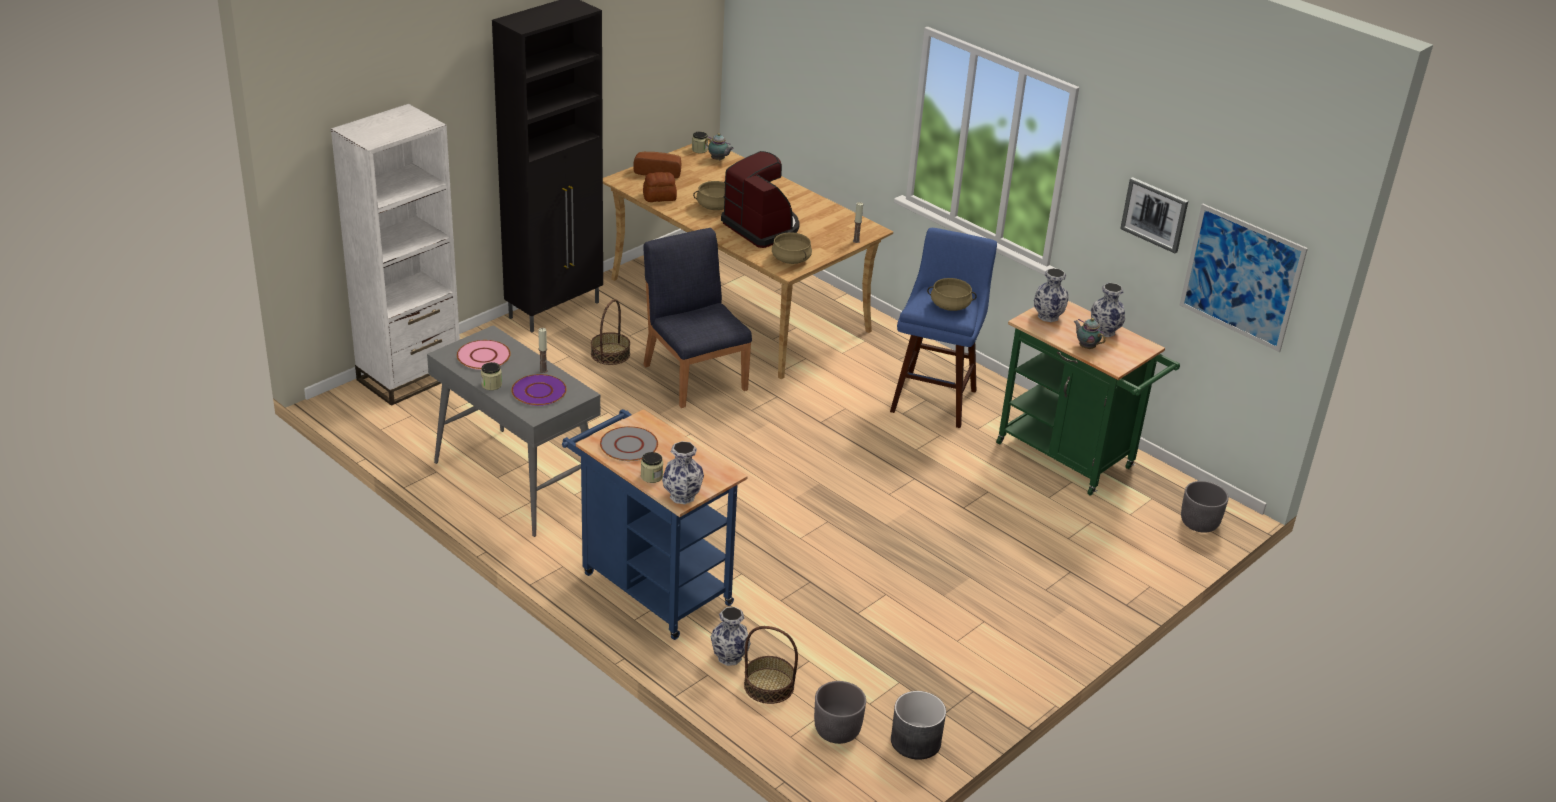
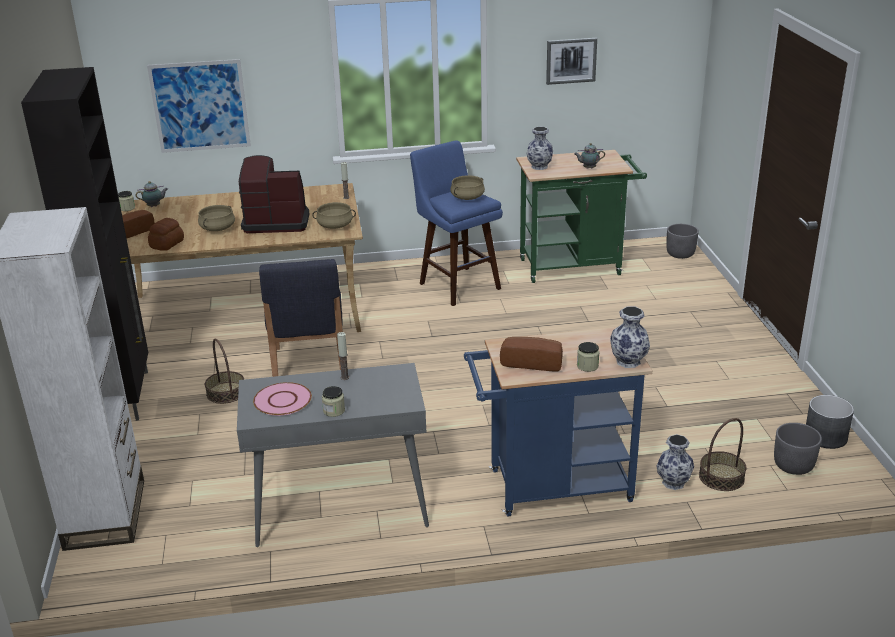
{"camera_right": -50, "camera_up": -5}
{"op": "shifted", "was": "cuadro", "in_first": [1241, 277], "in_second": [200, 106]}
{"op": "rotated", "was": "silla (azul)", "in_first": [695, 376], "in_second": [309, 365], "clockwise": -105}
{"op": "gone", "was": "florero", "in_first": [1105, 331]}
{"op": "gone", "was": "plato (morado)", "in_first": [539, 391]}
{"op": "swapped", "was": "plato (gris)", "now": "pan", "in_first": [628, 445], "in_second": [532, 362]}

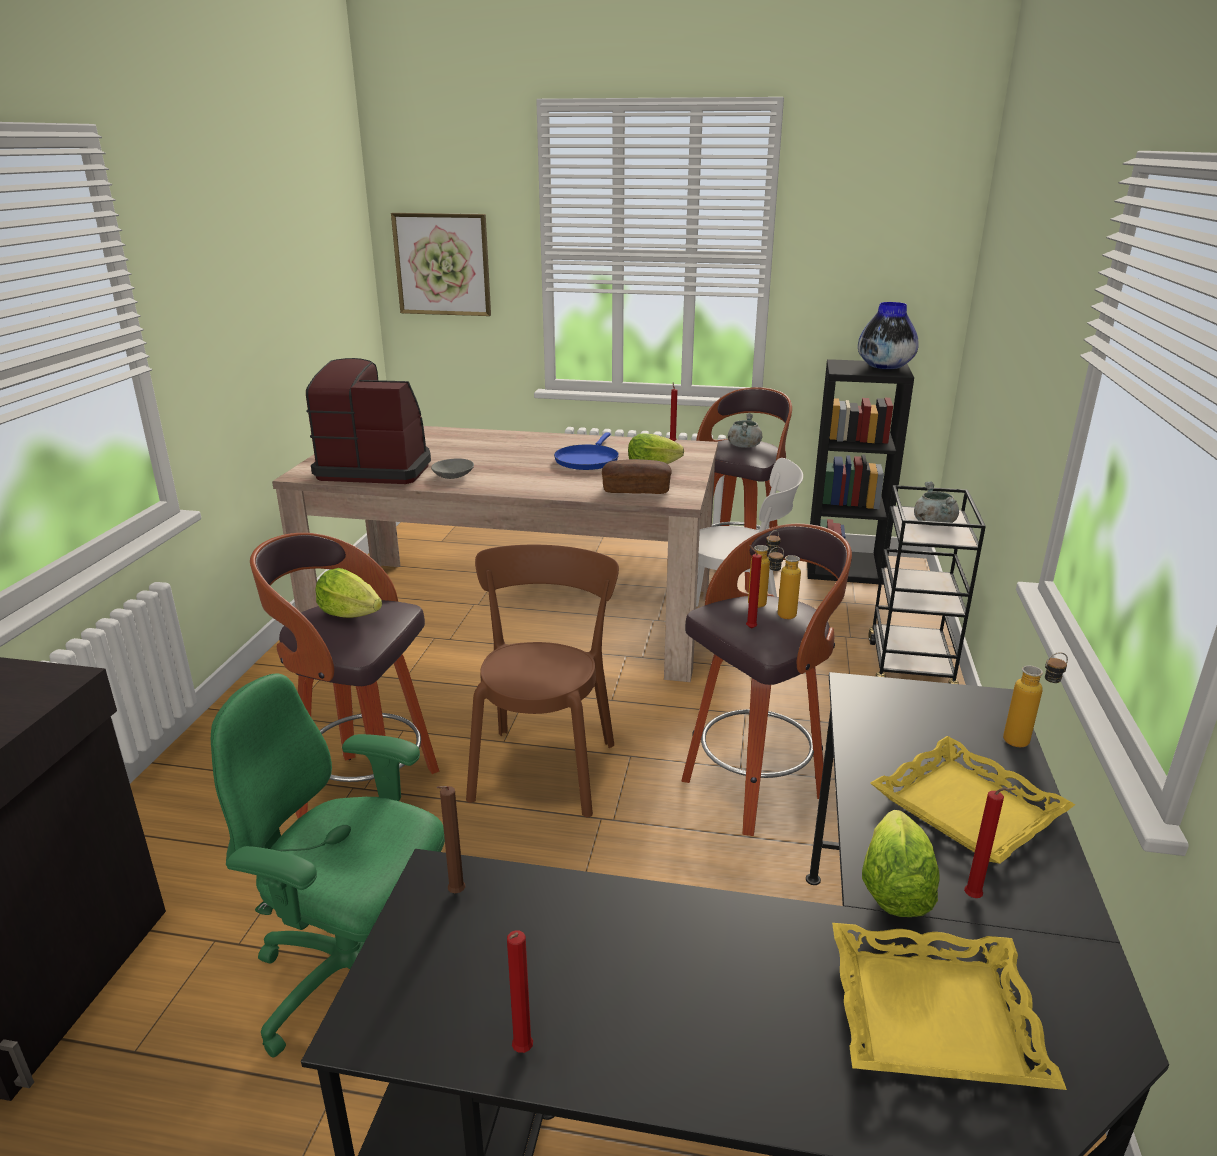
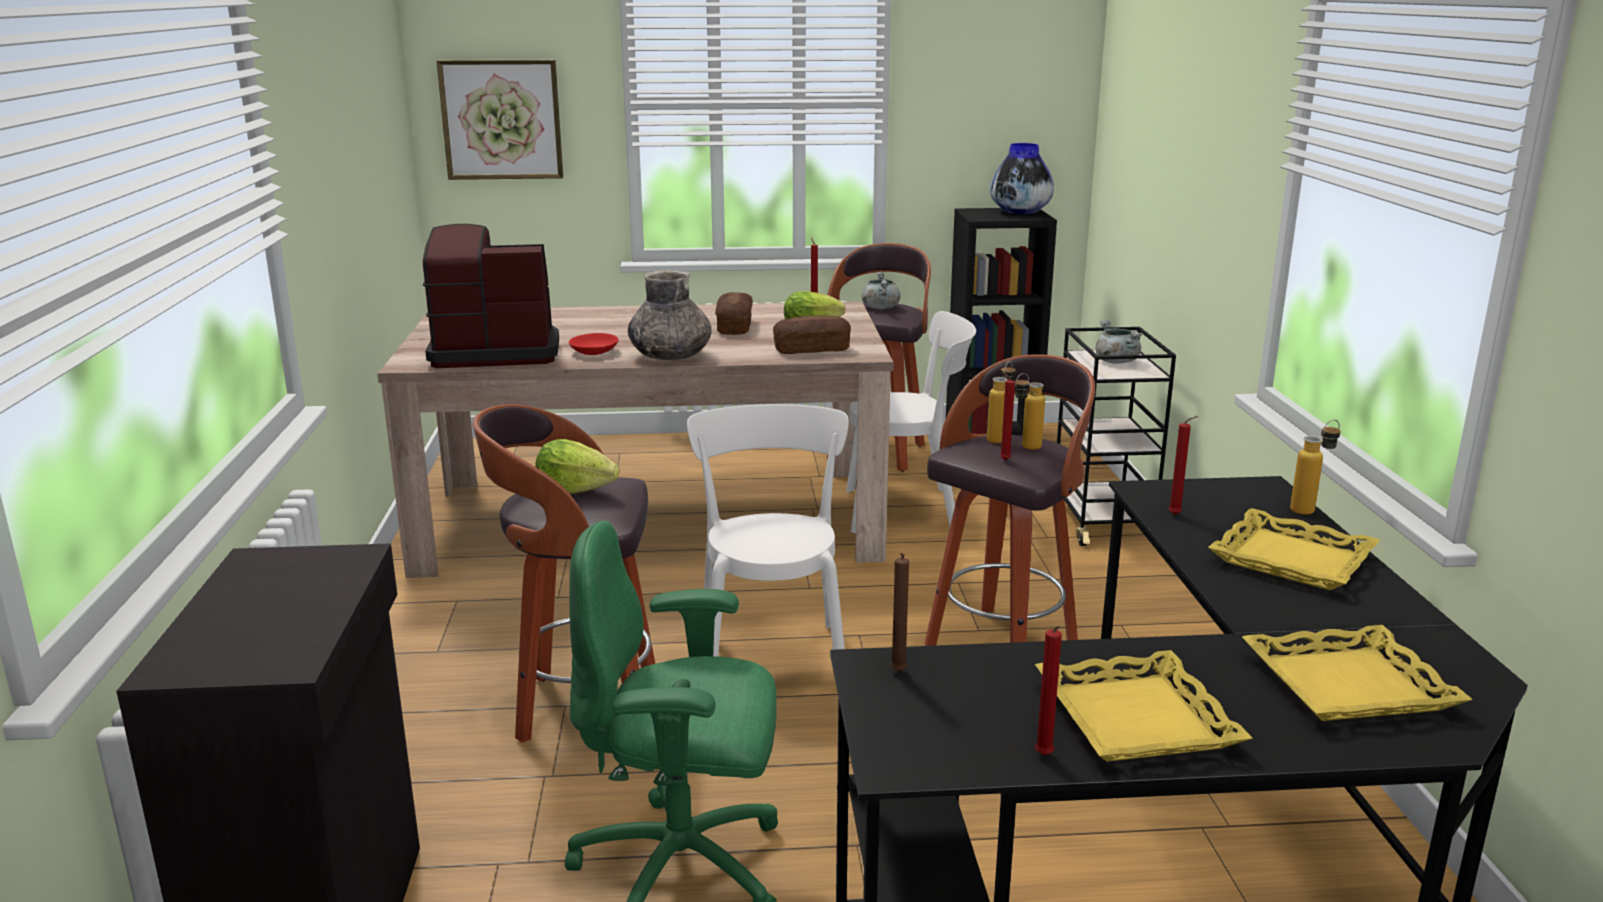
{"camera_right": -15, "camera_up": -5}
{"op": "swapped", "was": "sartén (azul)", "now": "pan", "in_first": [587, 460], "in_second": [734, 327]}
{"op": "repainted", "was": "cuenco (gris)", "now": "cuenco (rojo)", "in_first": [453, 476], "in_second": [594, 352]}
{"op": "repainted", "was": "silla (marrón)", "now": "silla (blanco)", "in_first": [545, 766], "in_second": [772, 656]}
{"op": "shifted", "was": "vela (rojo)", "in_first": [975, 899], "in_second": [1176, 515]}
{"op": "gone", "was": "lechuga", "in_first": [894, 889]}
{"op": "new", "now": "florero (gris)", "in_second": [670, 356]}
{"op": "new", "now": "bandeja (amarillo)", "in_second": [1137, 718]}

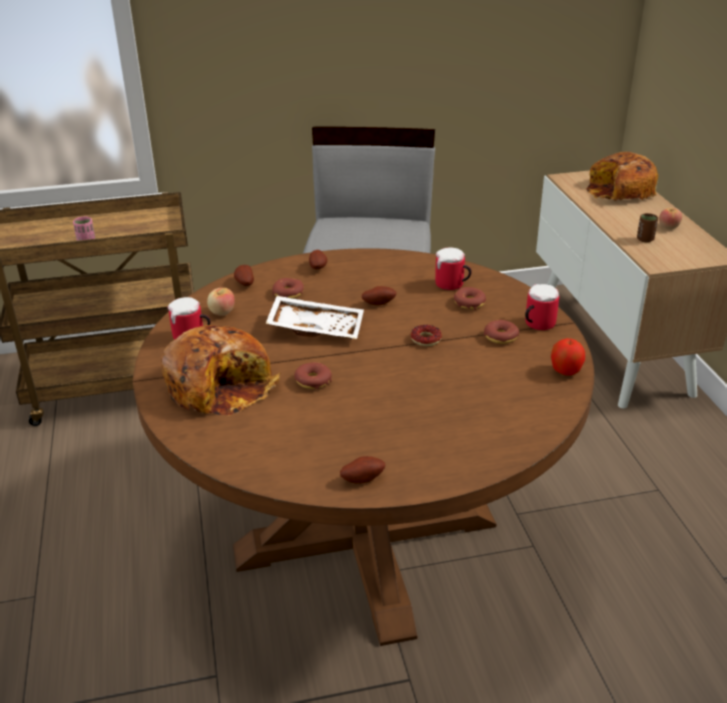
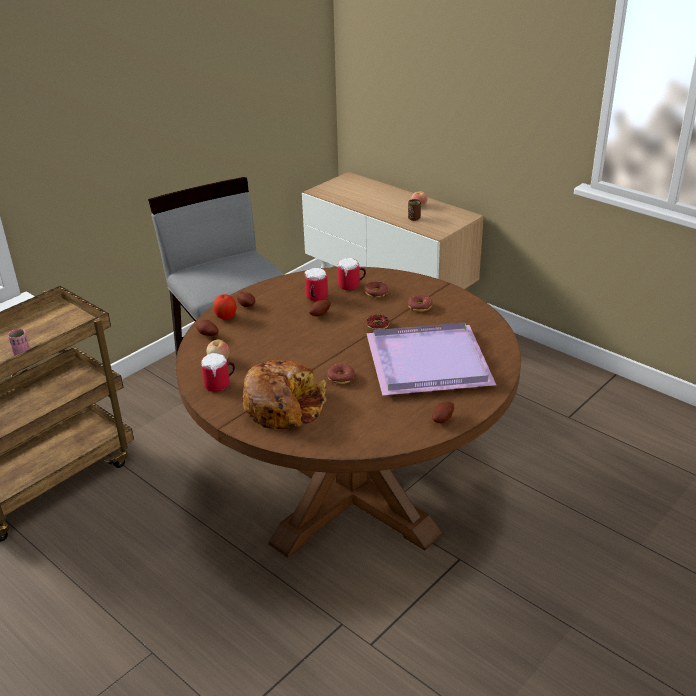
{"camera_right": -35, "camera_up": 0}
{"op": "gone", "was": "pan", "in_first": [619, 191]}
{"op": "gone", "was": "rosquilla", "in_first": [288, 293]}
{"op": "shifted", "was": "taza grande", "in_first": [536, 324], "in_second": [315, 297]}
{"op": "gone", "was": "bandeja (blanco)", "in_first": [316, 327]}
{"op": "shifted", "was": "manzana", "in_first": [566, 371], "in_second": [226, 317]}
{"op": "new", "now": "bandeja (morado)", "in_second": [429, 361]}

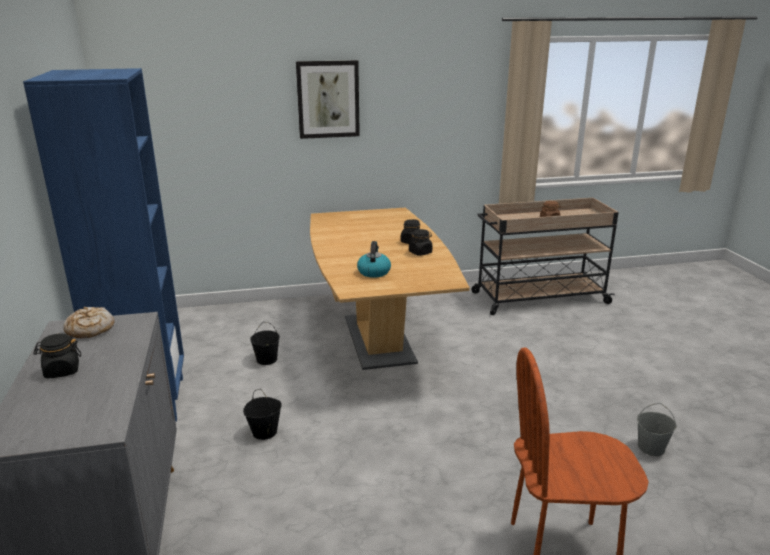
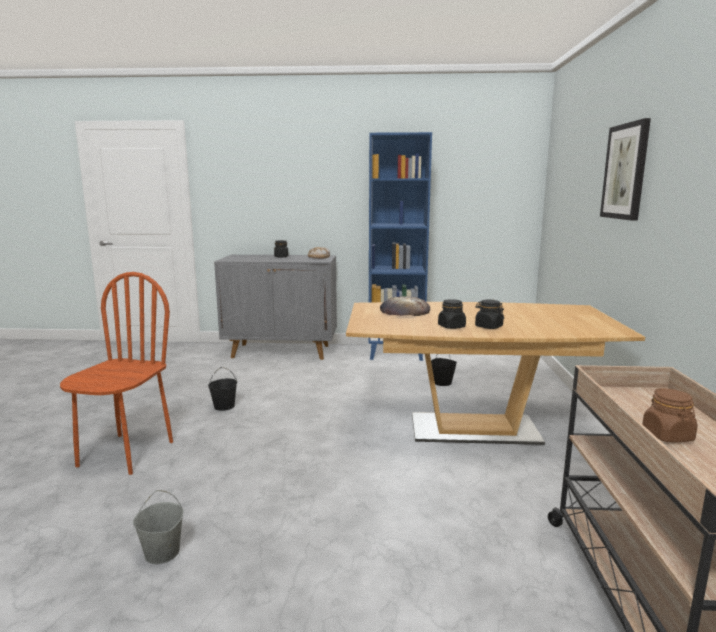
{"camera_right": 105, "camera_up": -10}
{"op": "swapped", "was": "hervidor", "now": "pan", "in_first": [373, 272], "in_second": [404, 311]}
{"op": "shifted", "was": "cubo (negro)", "in_first": [264, 432], "in_second": [224, 406]}

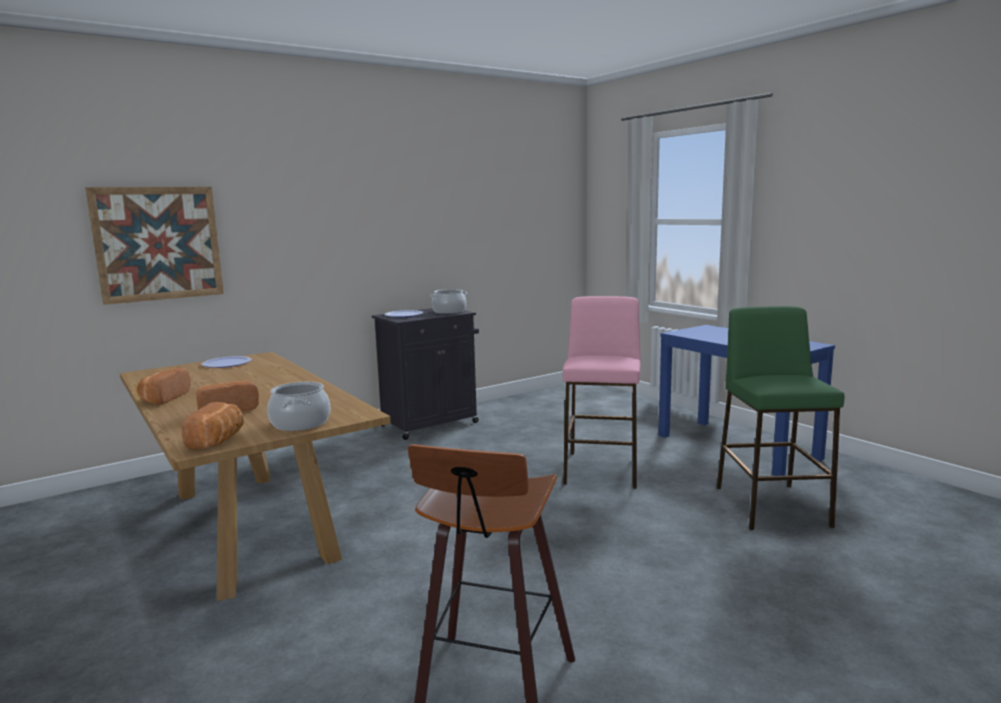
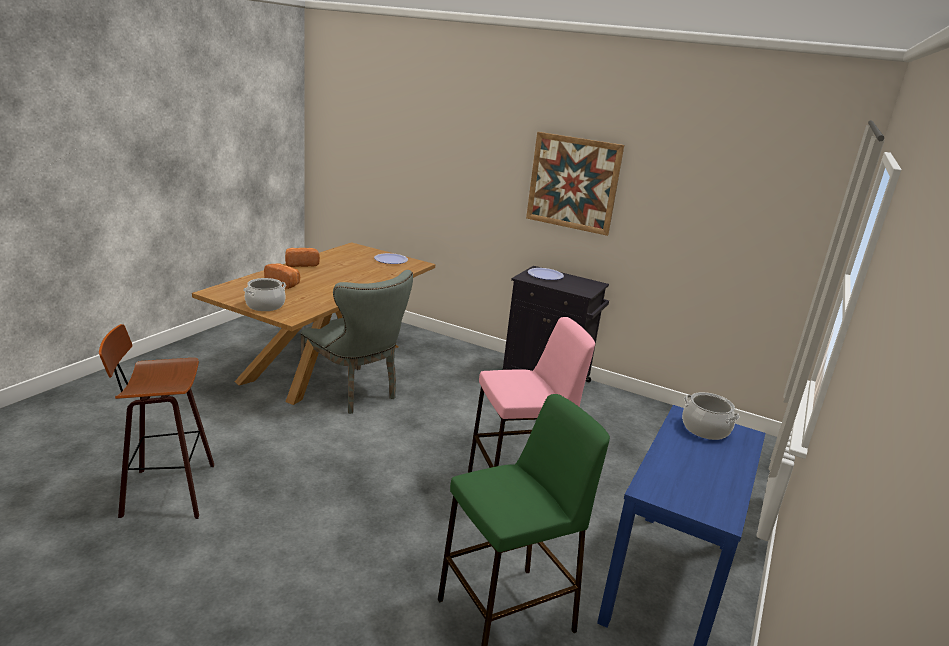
{"camera_right": 60, "camera_up": 10}
{"op": "shifted", "was": "cuadro", "in_first": [158, 243], "in_second": [573, 183]}
{"op": "shifted", "was": "olla", "in_first": [449, 311], "in_second": [705, 429]}
{"op": "gone", "was": "pan", "in_first": [218, 441]}
{"op": "new", "now": "silla (gris)", "in_second": [355, 393]}

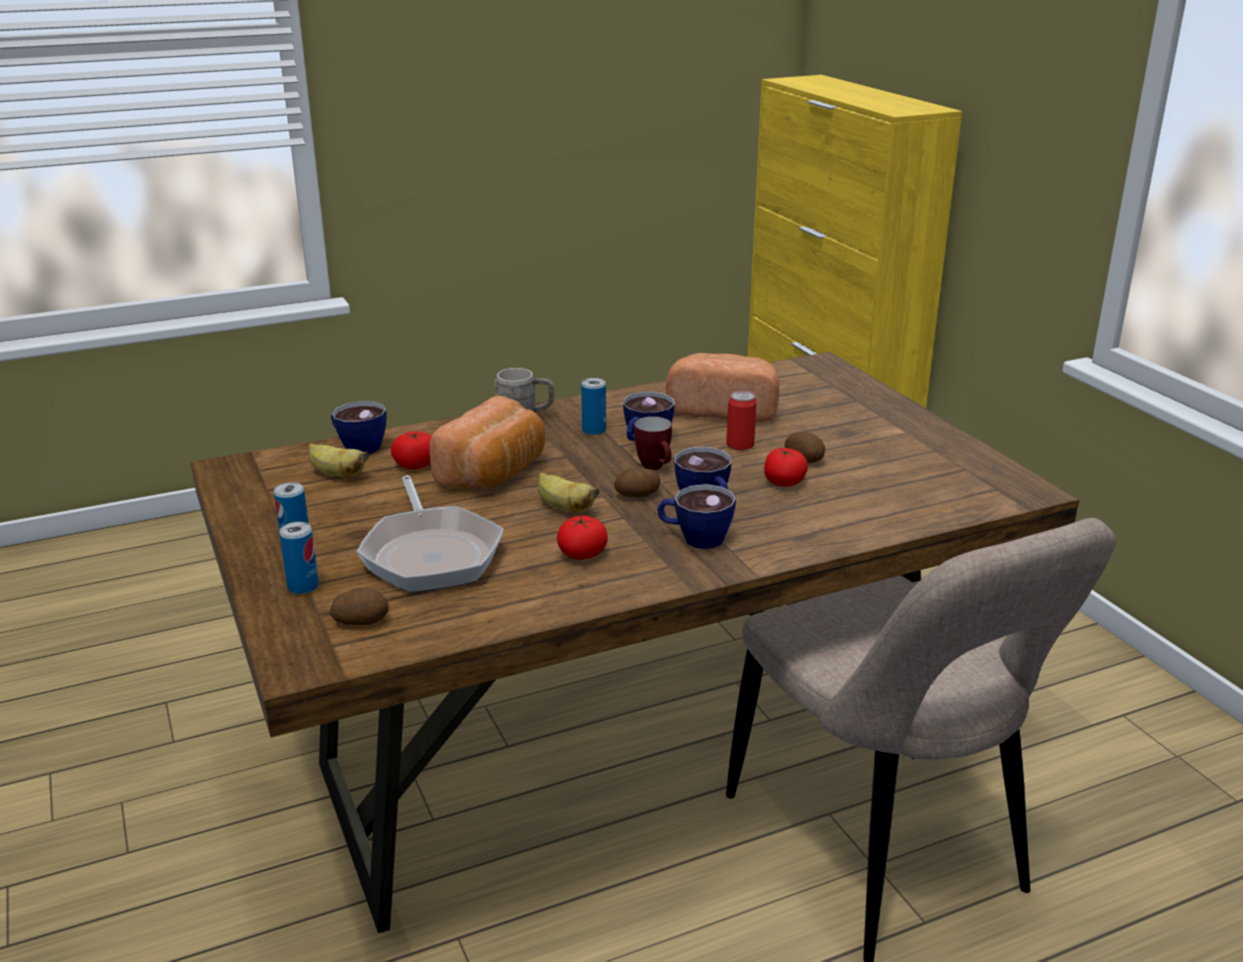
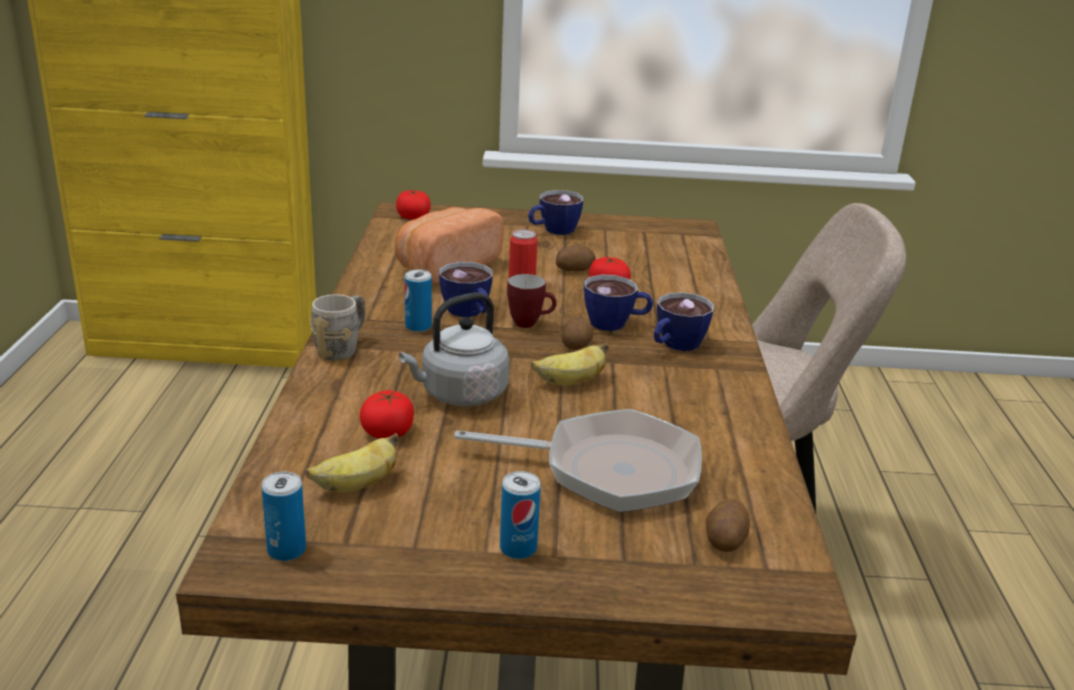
{"camera_right": -65, "camera_up": 0}
{"op": "swapped", "was": "pan", "now": "hervidor (gris)", "in_first": [495, 473], "in_second": [459, 395]}
{"op": "shifted", "was": "taza", "in_first": [357, 446], "in_second": [553, 230]}
{"op": "shifted", "was": "tomate", "in_first": [582, 554], "in_second": [413, 217]}
{"op": "shifted", "was": "lata", "in_first": [303, 587], "in_second": [286, 550]}

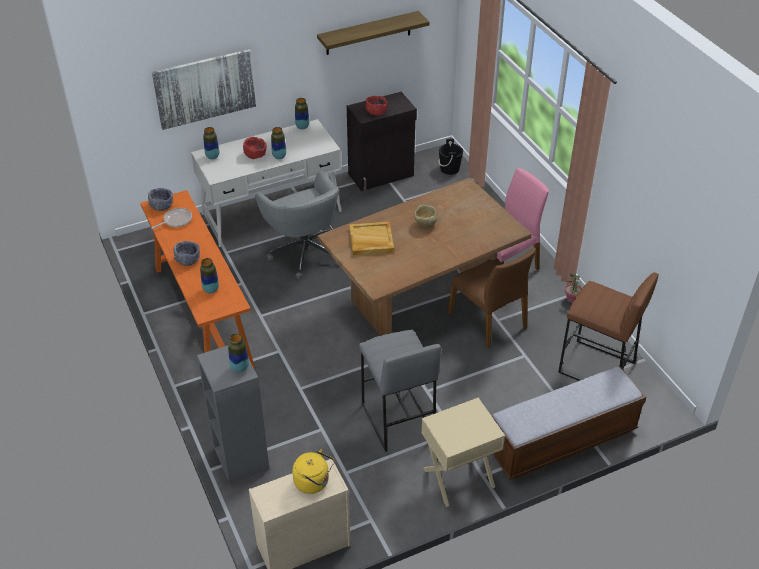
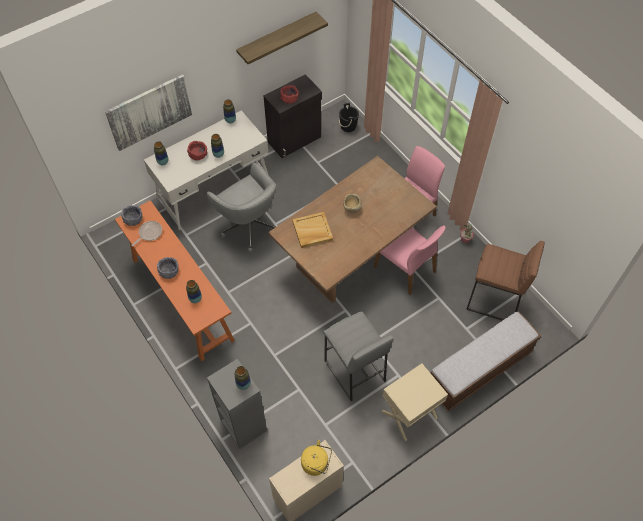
{"camera_right": -10, "camera_up": 15}
{"op": "repainted", "was": "silla (marrón)", "now": "silla (rosa)", "in_first": [489, 320], "in_second": [406, 269]}

